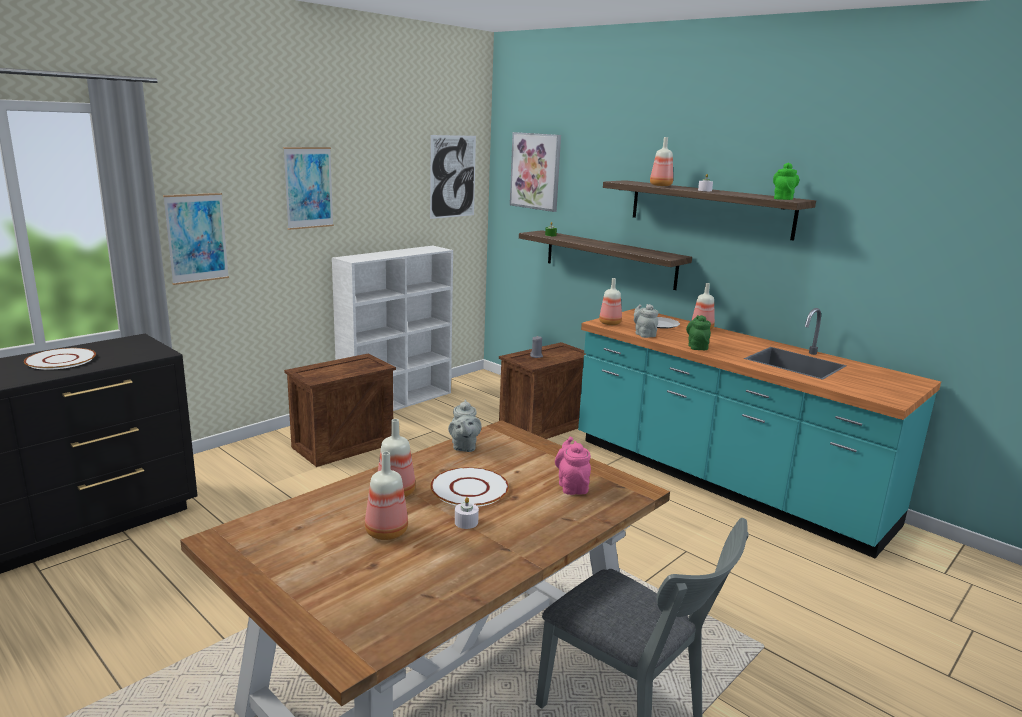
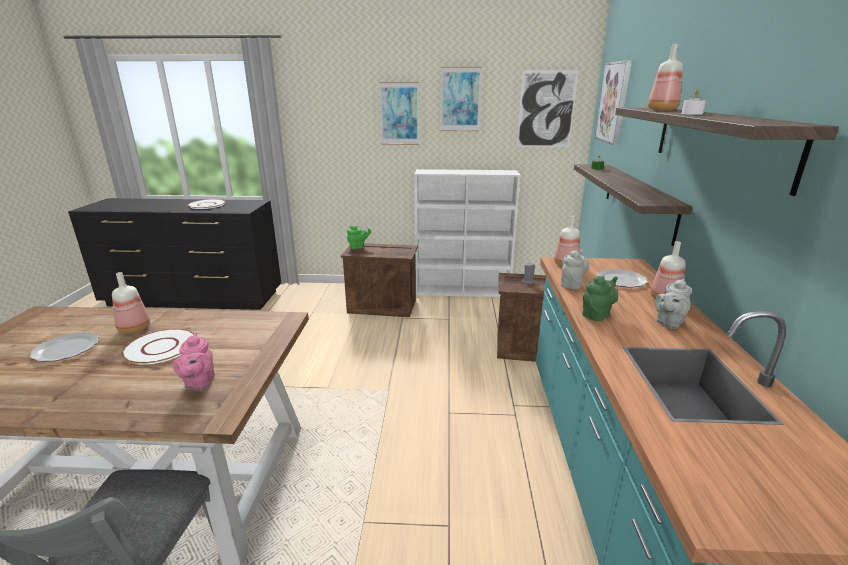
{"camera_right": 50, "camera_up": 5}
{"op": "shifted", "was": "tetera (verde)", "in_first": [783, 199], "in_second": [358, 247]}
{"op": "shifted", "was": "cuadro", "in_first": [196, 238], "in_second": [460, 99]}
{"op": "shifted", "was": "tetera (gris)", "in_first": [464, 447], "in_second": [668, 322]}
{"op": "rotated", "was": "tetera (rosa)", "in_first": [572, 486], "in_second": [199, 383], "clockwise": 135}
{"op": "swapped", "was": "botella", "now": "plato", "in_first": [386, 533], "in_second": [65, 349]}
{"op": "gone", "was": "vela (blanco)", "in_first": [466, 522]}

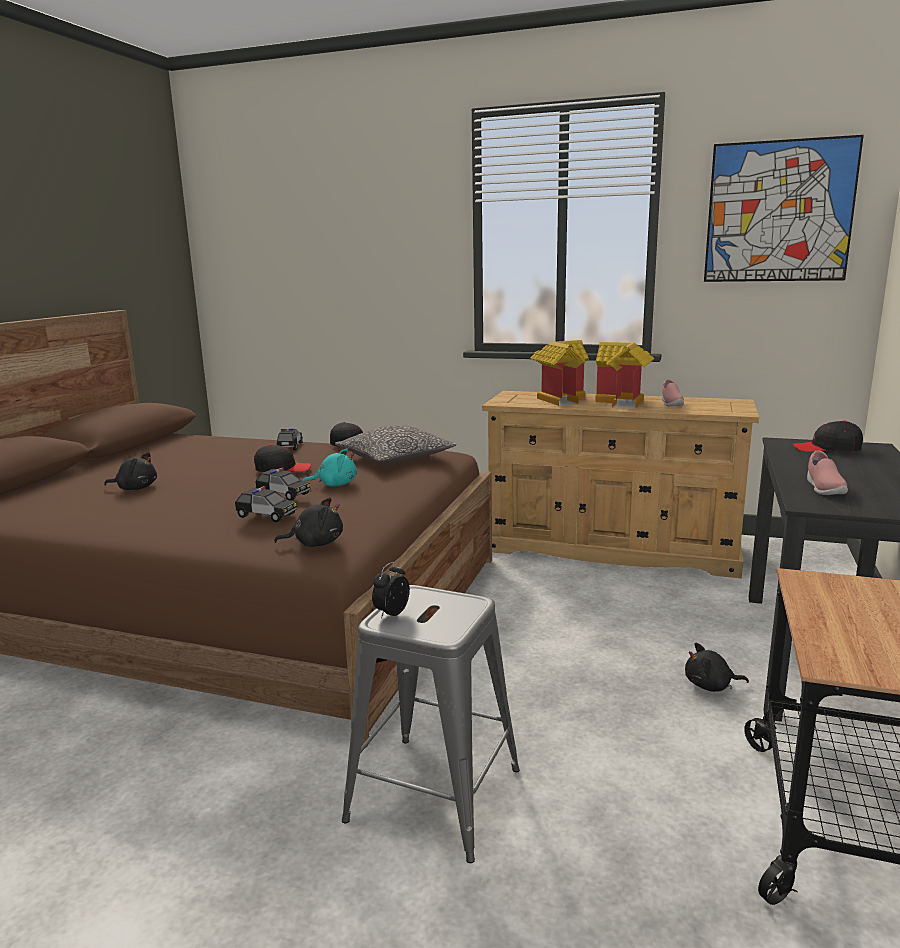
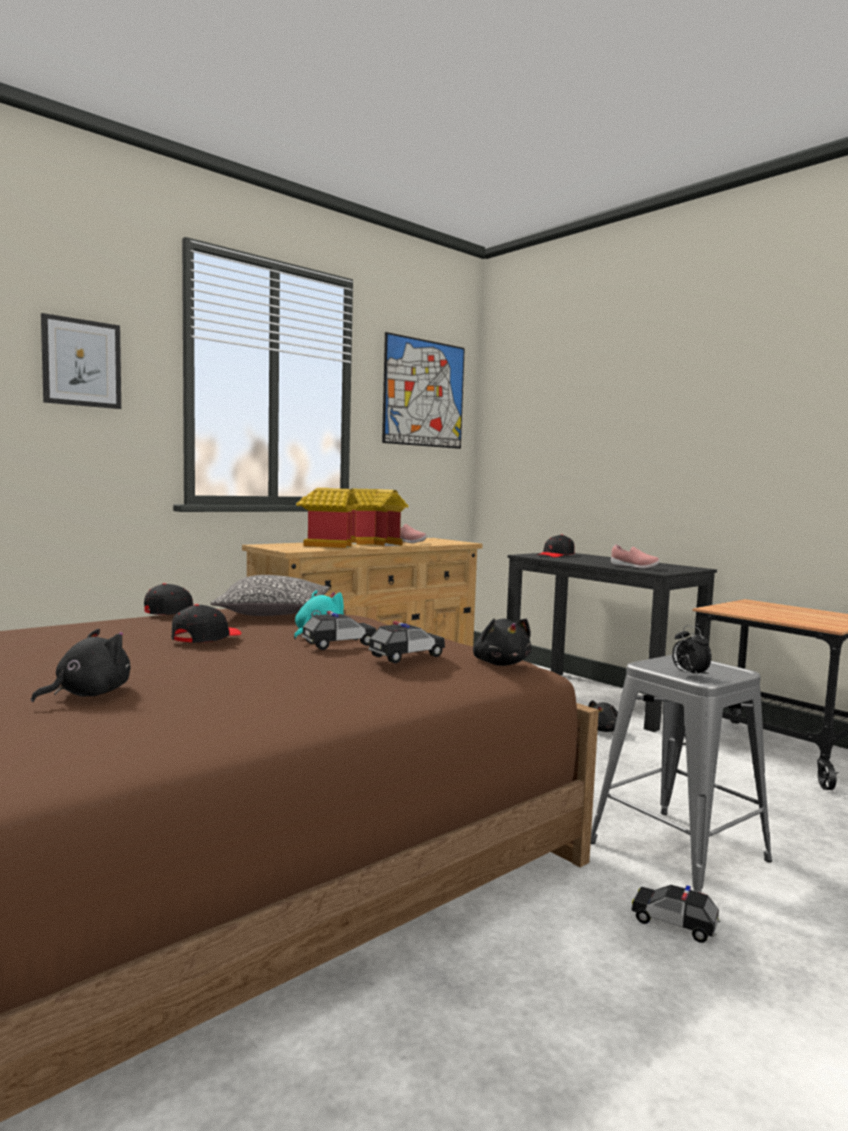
{"camera_right": -60, "camera_up": -10}
{"op": "shifted", "was": "coche de juguete", "in_first": [290, 446], "in_second": [674, 923]}
{"op": "rotated", "was": "peluche (negro)", "in_first": [315, 543], "in_second": [500, 663], "clockwise": 135}
{"op": "new", "now": "cuadro", "in_second": [81, 363]}

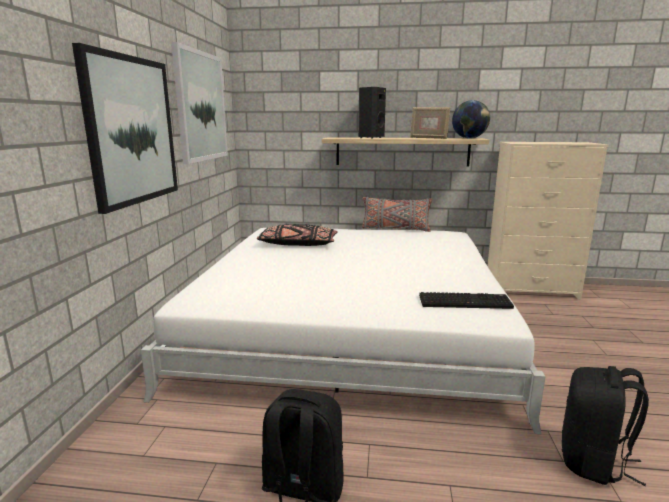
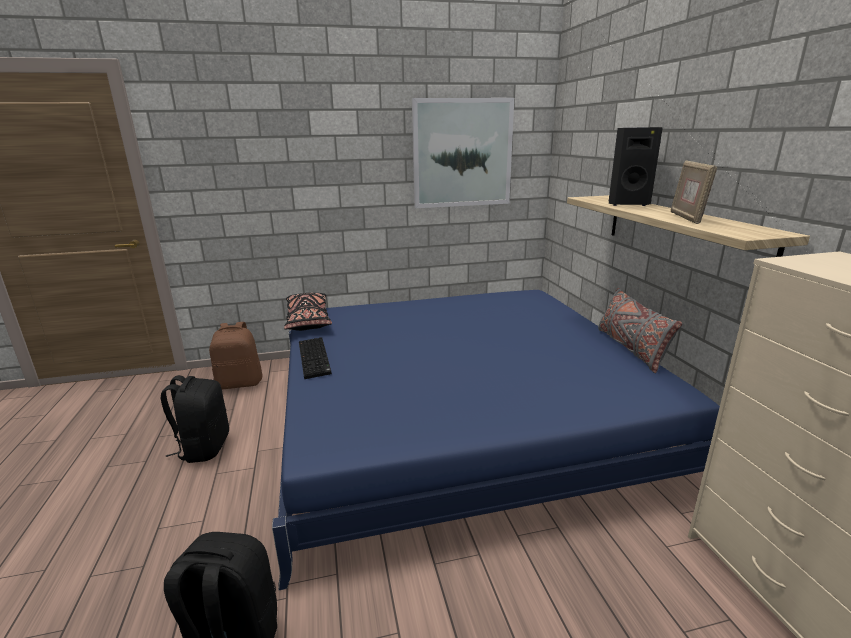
{"camera_right": 70, "camera_up": 5}
{"op": "gone", "was": "cuadro", "in_first": [132, 131]}
{"op": "gone", "was": "globo terráqueo", "in_first": [469, 138]}
{"op": "shifted", "was": "cojín (negro)", "in_first": [297, 244], "in_second": [308, 320]}
{"op": "repainted", "was": "cama (blanco)", "now": "cama (azul)", "in_first": [349, 325], "in_second": [458, 416]}
{"op": "shifted", "was": "teclado", "in_first": [465, 301], "in_second": [315, 358]}
{"op": "new", "now": "mochila (marrón)", "in_second": [240, 383]}

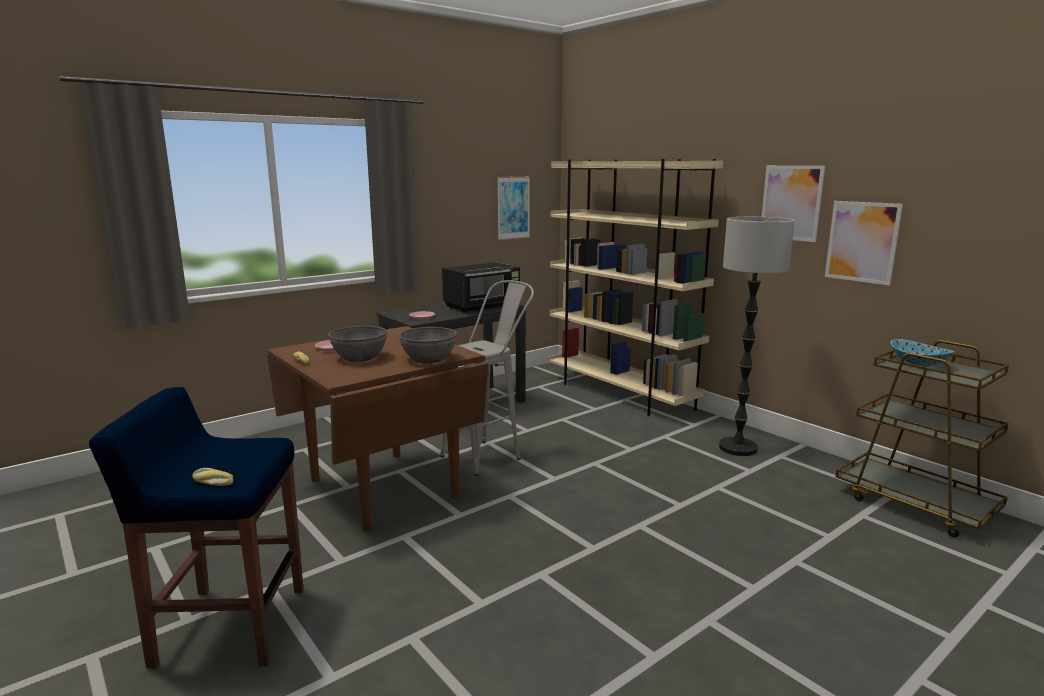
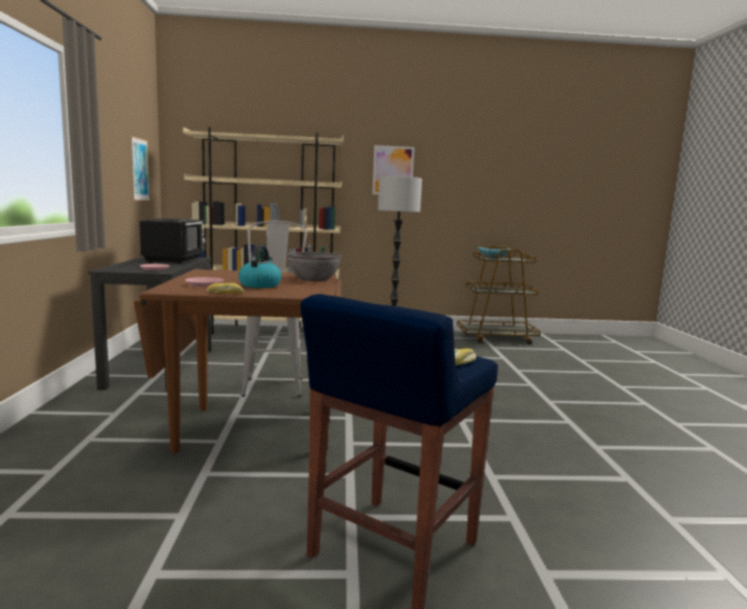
{"camera_right": -55, "camera_up": -5}
{"op": "gone", "was": "cuadro", "in_first": [862, 242]}
{"op": "swapped", "was": "cuenco (gris)", "now": "hervidor", "in_first": [359, 357], "in_second": [260, 285]}

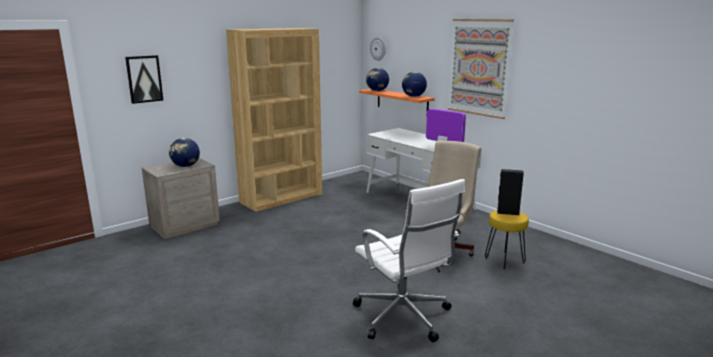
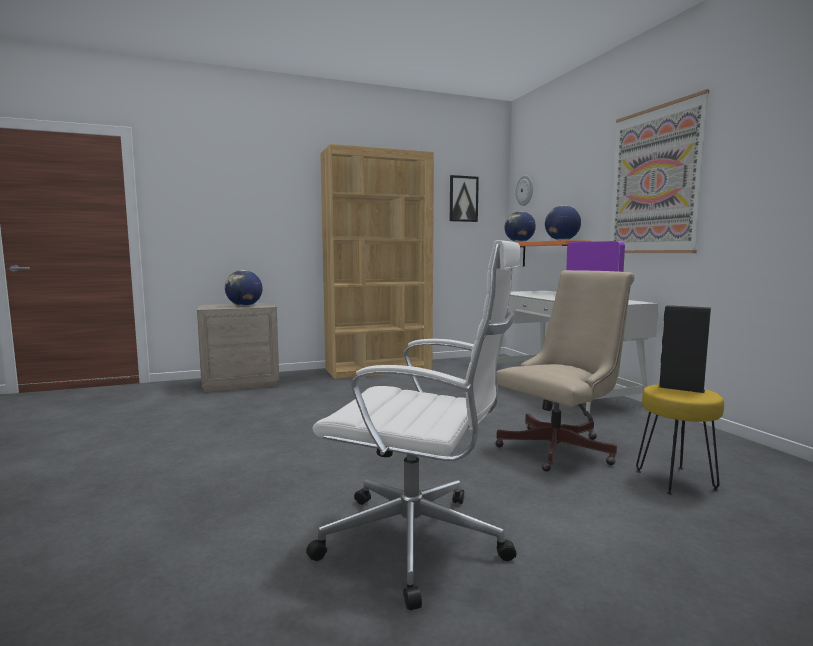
{"camera_right": 20, "camera_up": -10}
{"op": "shifted", "was": "cuadro", "in_first": [144, 79], "in_second": [463, 199]}
{"op": "rotated", "was": "silla de oficina (blanco)", "in_first": [403, 317], "in_second": [419, 542], "clockwise": -60}

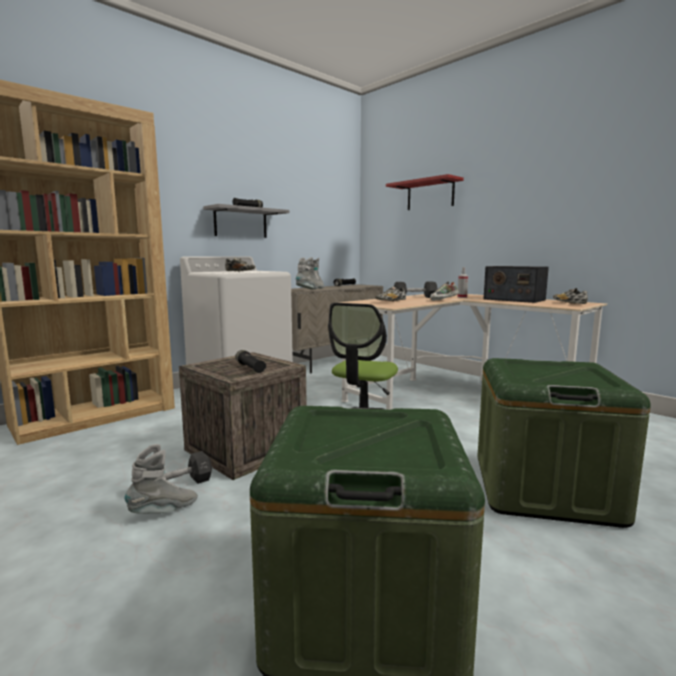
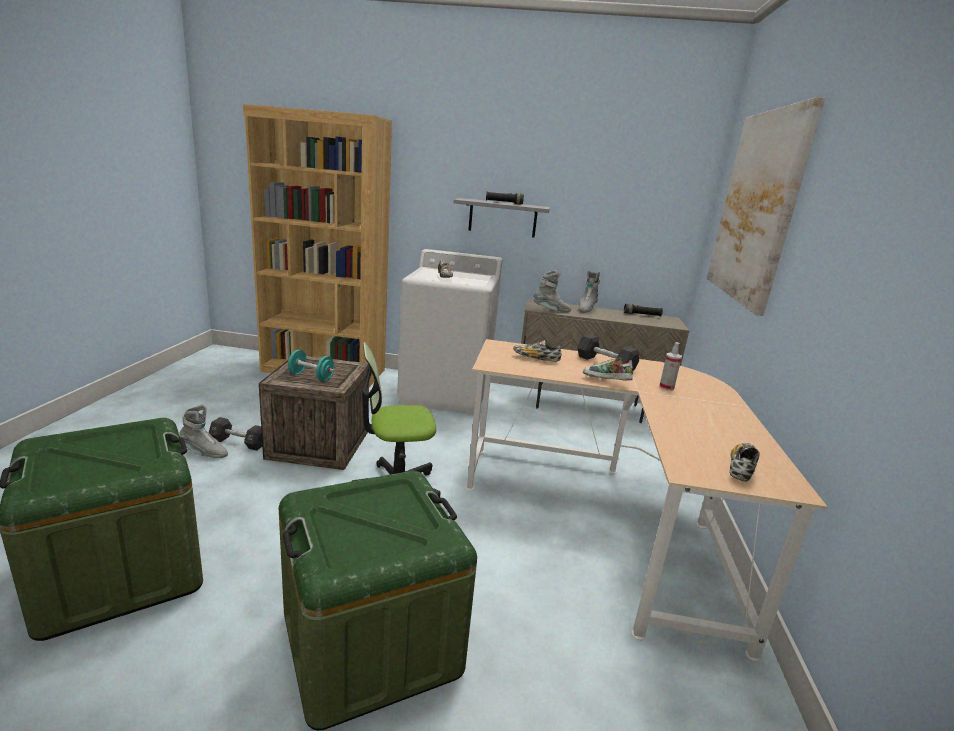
{"camera_right": 50, "camera_up": 10}
{"op": "swapped", "was": "estante (rojo)", "now": "cuadro", "in_first": [430, 195], "in_second": [757, 207]}
{"op": "gone", "was": "radio", "in_first": [513, 299]}
{"op": "swapped", "was": "linterna (negro)", "now": "mancuerna (turquesa)", "in_first": [250, 368], "in_second": [311, 377]}

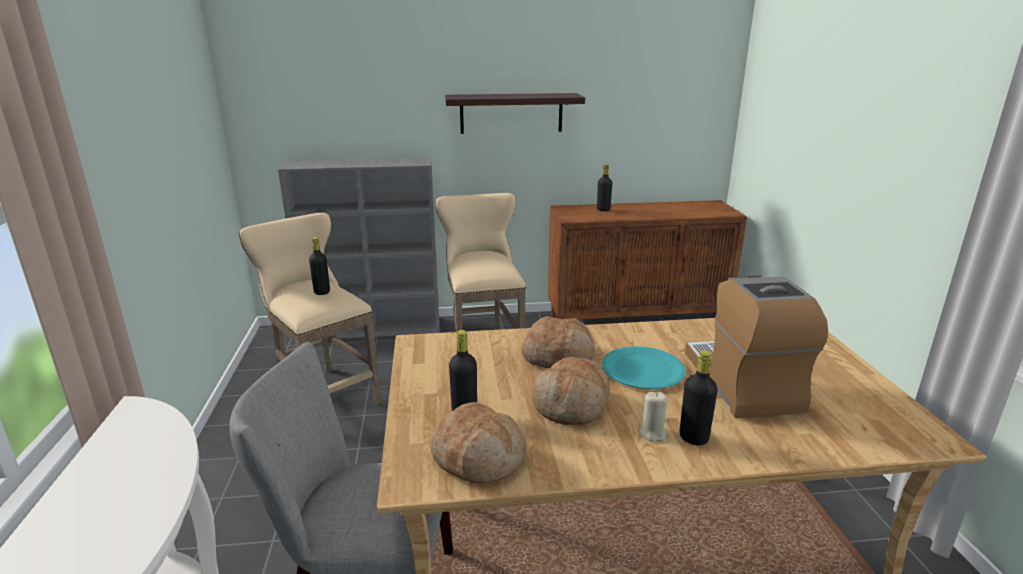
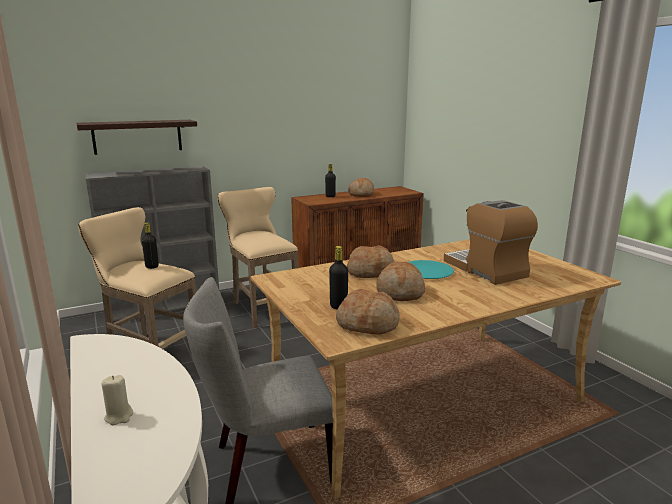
{"camera_right": -20, "camera_up": -5}
{"op": "shifted", "was": "estante", "in_first": [511, 113], "in_second": [137, 136]}
{"op": "gone", "was": "botella (negro)", "in_first": [693, 438]}
{"op": "shifted", "was": "vela (beis)", "in_first": [653, 433], "in_second": [119, 416]}
{"op": "new", "now": "pan", "in_second": [361, 194]}

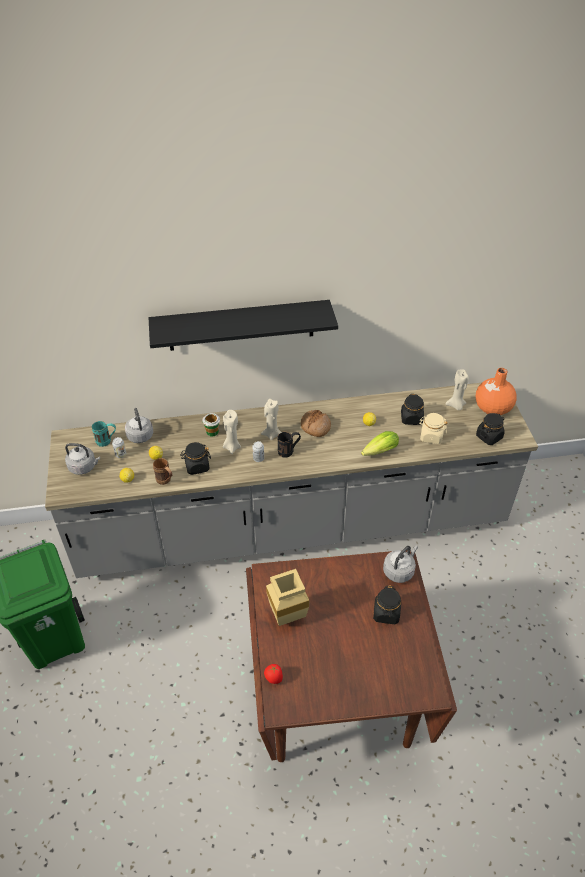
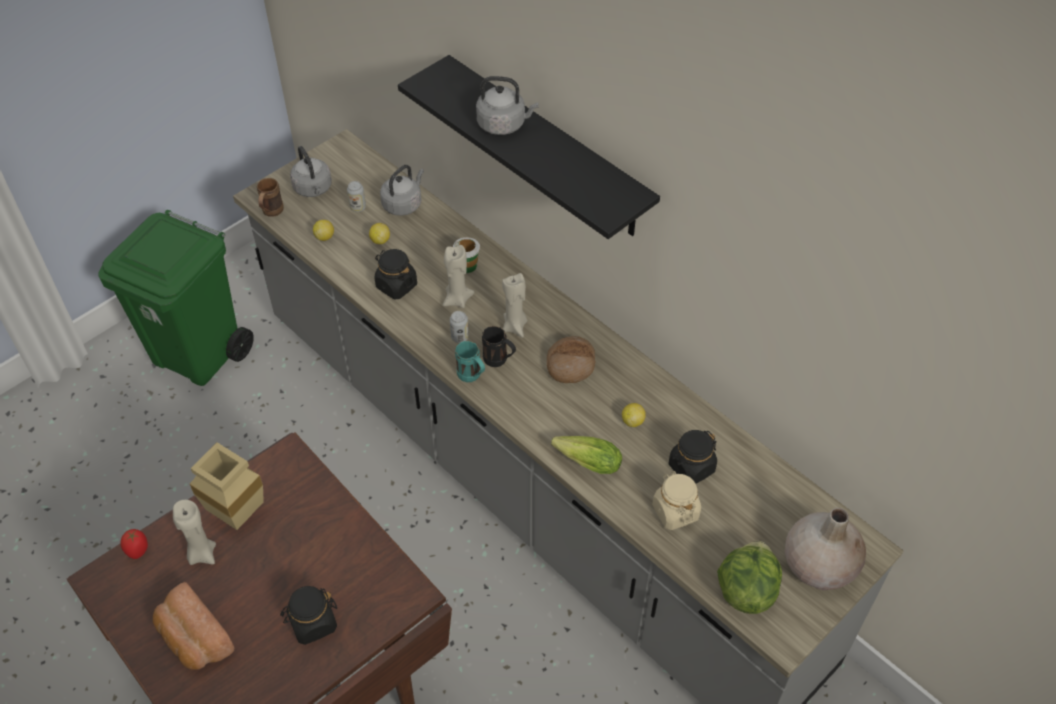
{"camera_right": 55, "camera_up": 5}
{"op": "repainted", "was": "florero (naranja)", "now": "florero (beis)", "in_first": [492, 407], "in_second": [819, 564]}
{"op": "shifted", "was": "vela (beis)", "in_first": [456, 406], "in_second": [202, 553]}
{"op": "swapped", "was": "tarro (negro)", "now": "lechuga", "in_first": [489, 436], "in_second": [745, 590]}
{"op": "shifted", "was": "taza grande (turquesa)", "in_first": [107, 441], "in_second": [472, 377]}
{"op": "shifted", "was": "taza grande (marrón)", "in_first": [165, 481], "in_second": [271, 213]}
{"op": "shifted", "was": "hervidor (gris)", "in_first": [399, 571], "in_second": [504, 124]}
{"op": "new", "now": "pan", "in_second": [194, 639]}

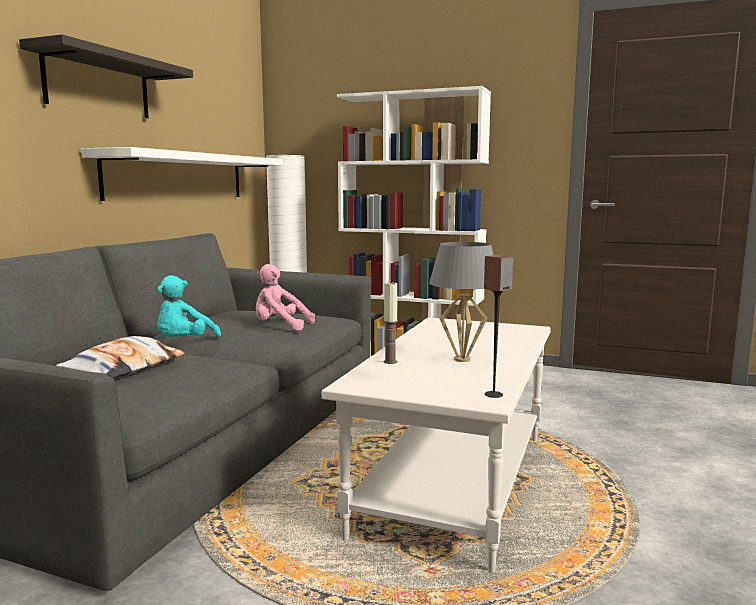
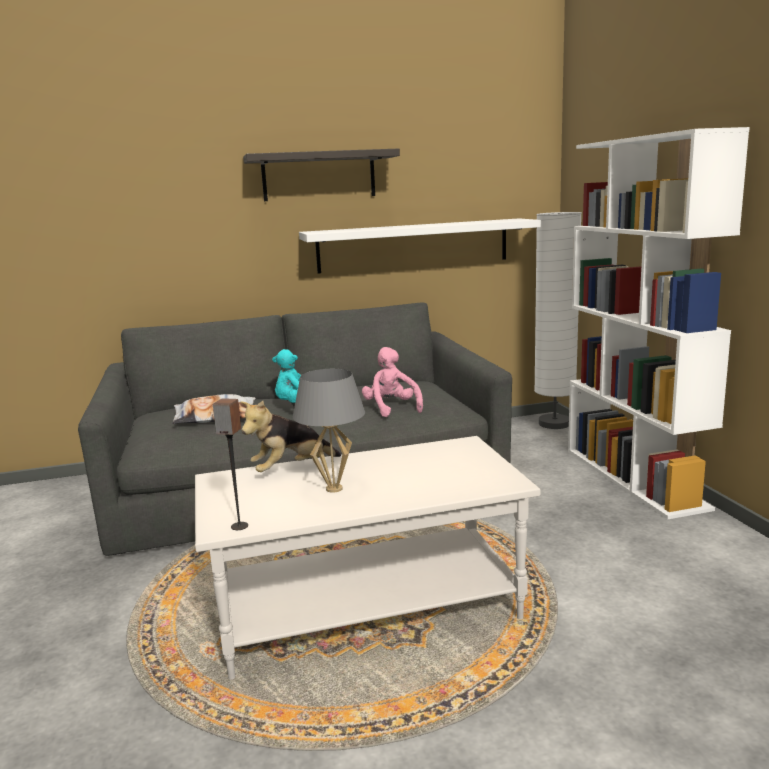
{"camera_right": 55, "camera_up": 5}
{"op": "swapped", "was": "vela", "now": "peluche", "in_first": [390, 362], "in_second": [291, 469]}

